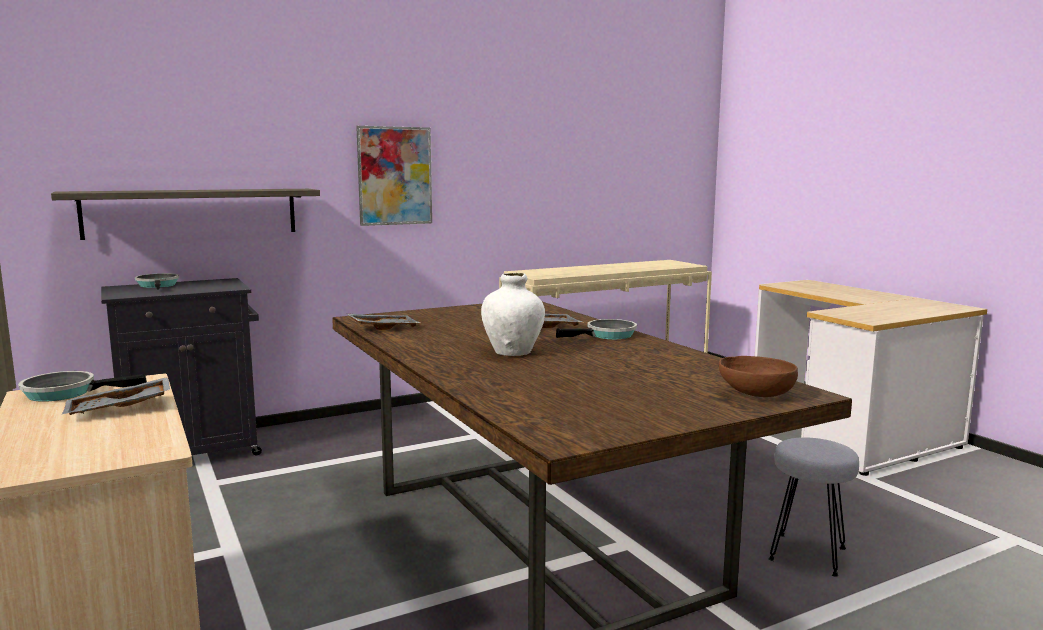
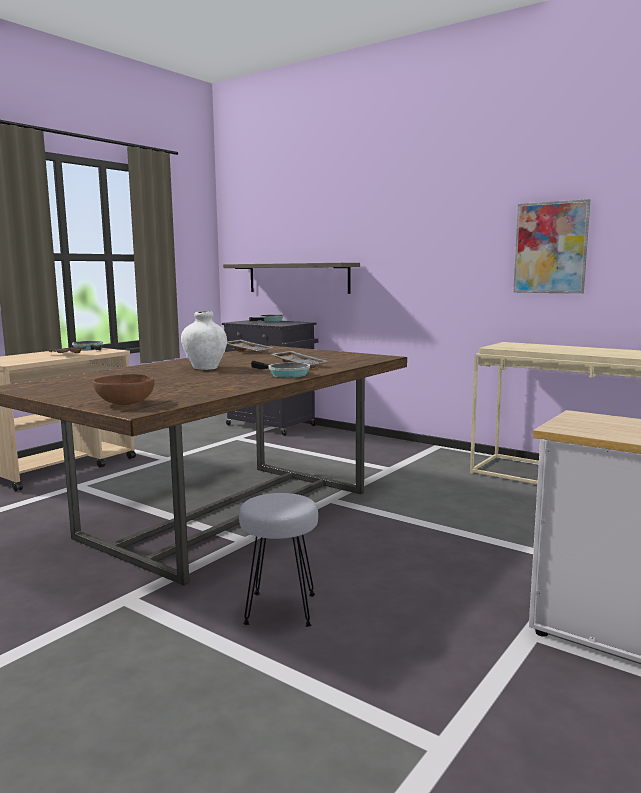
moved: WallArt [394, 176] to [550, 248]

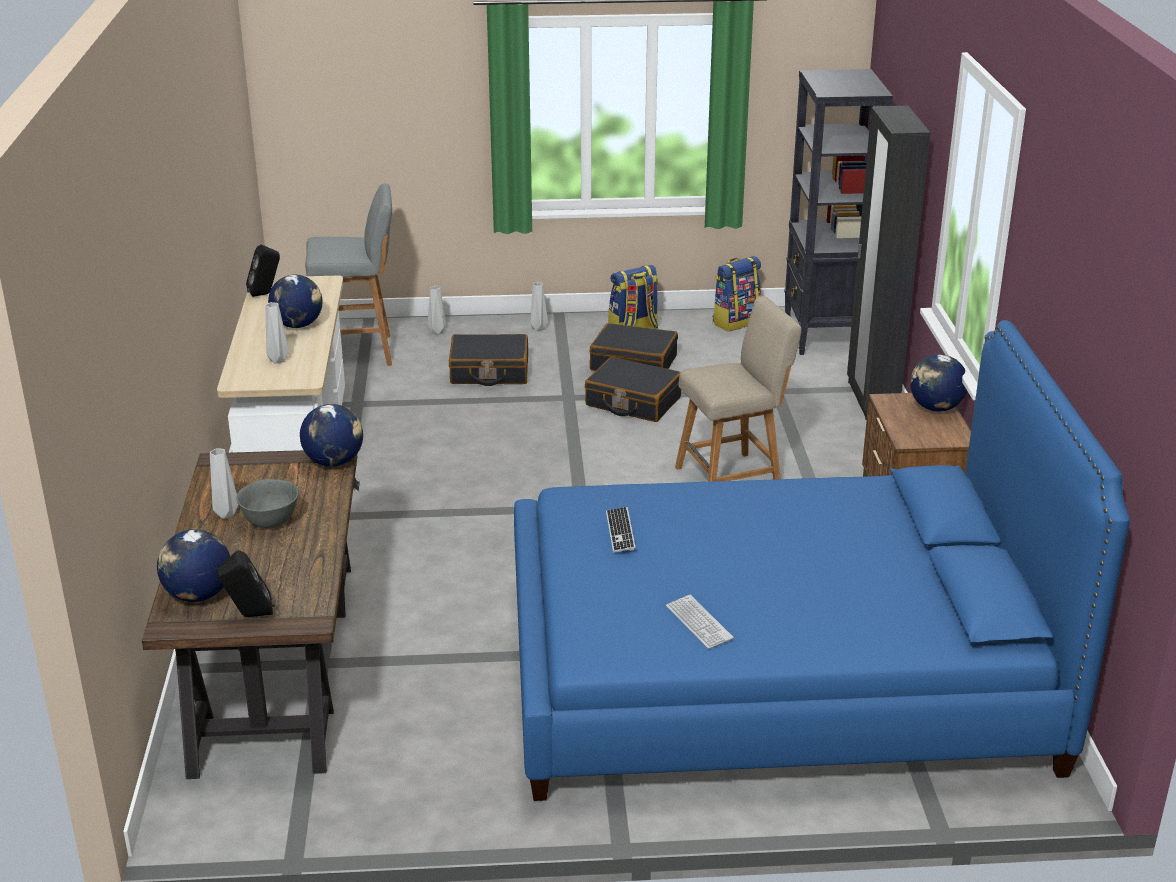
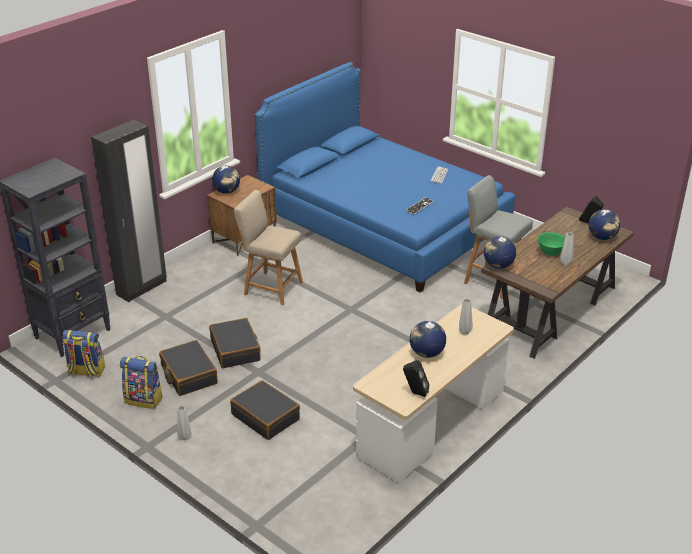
removed: GreyDecorativeVase [437, 332]
moved: GreyStoolSeat [358, 352] to [492, 280]
recoloured: GreyDeepDish [271, 521] to GreenColouredDeepDish [550, 252]

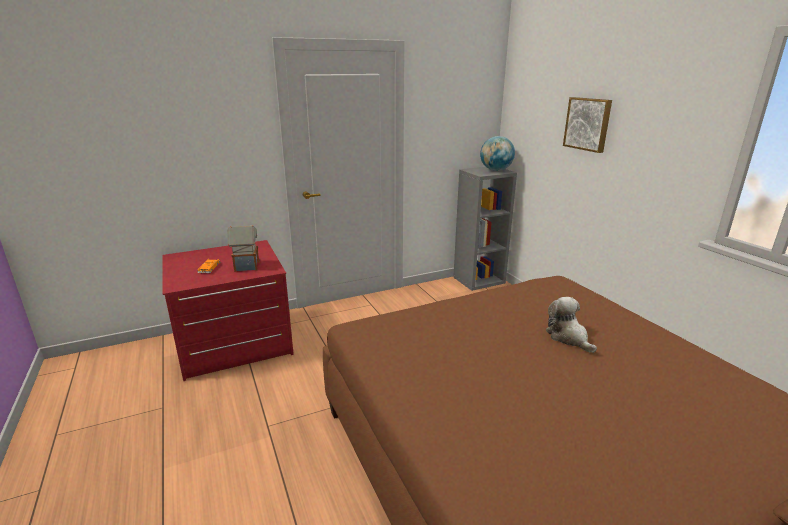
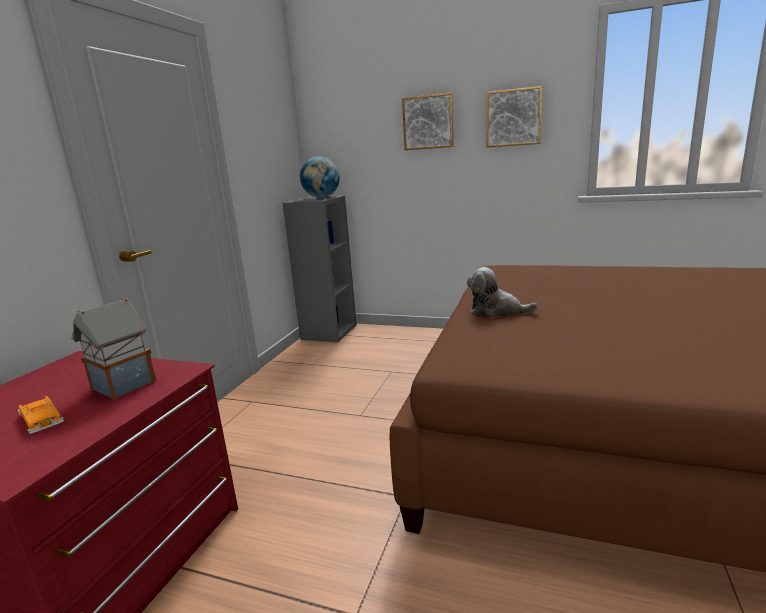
added: WallArt [513, 118]
moved: SoftToy [568, 337] to [496, 311]

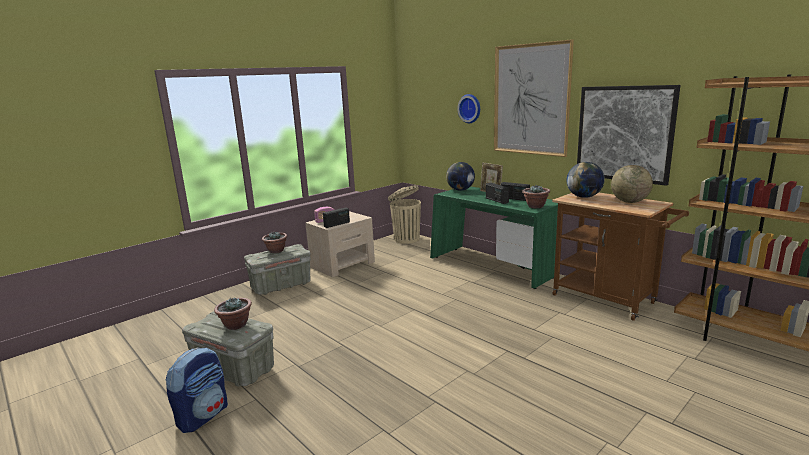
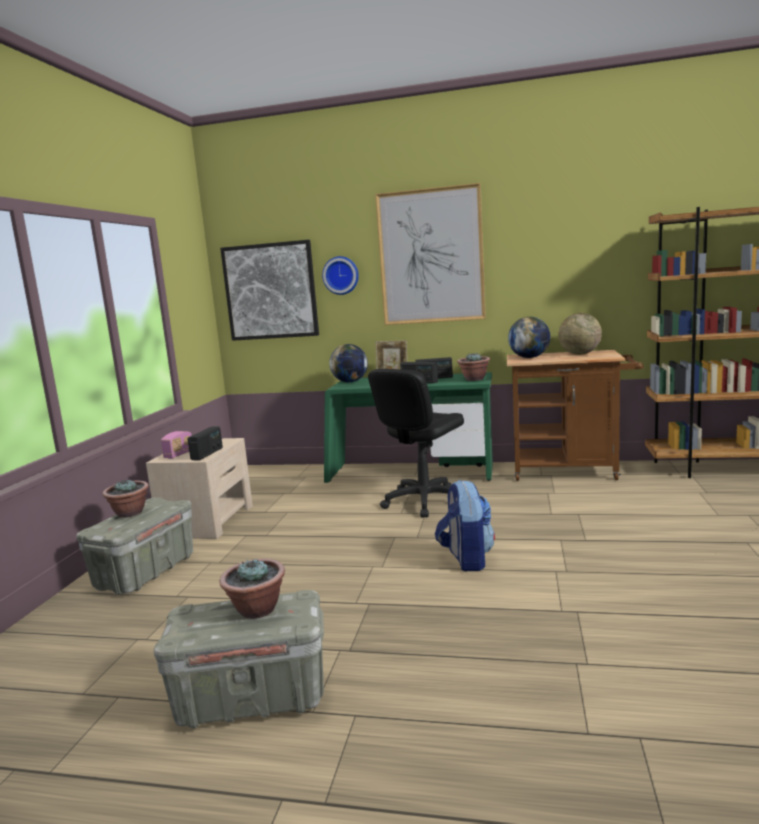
removed: BeigeTrashCan [406, 239]
added: BlackishDeskChair [424, 501]
moved: Knapsack [203, 415] to [466, 559]; WallArt [624, 133] to [270, 291]

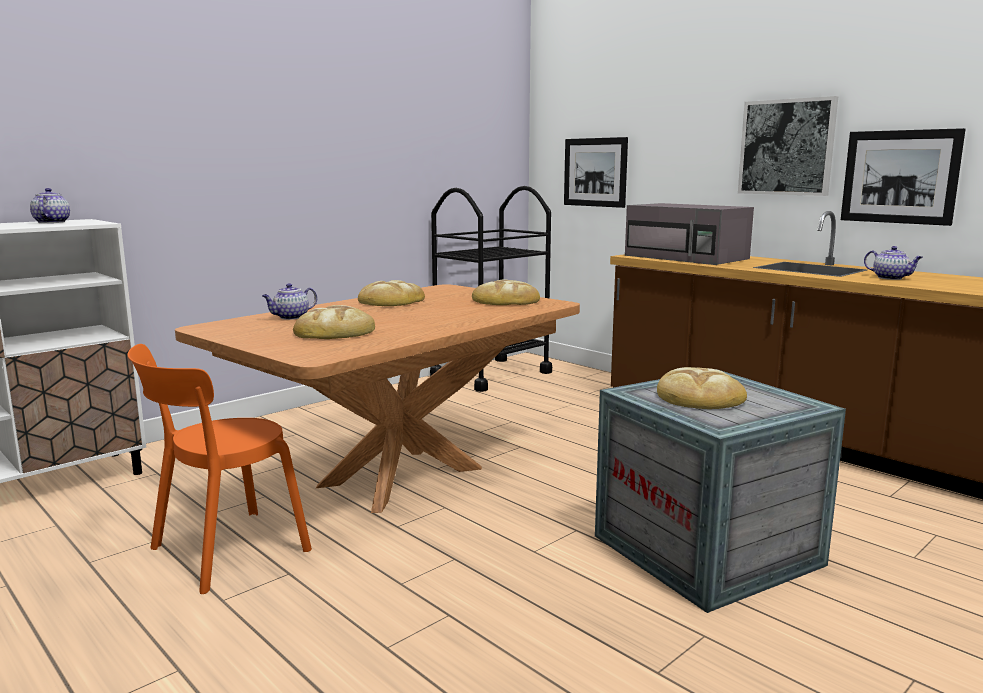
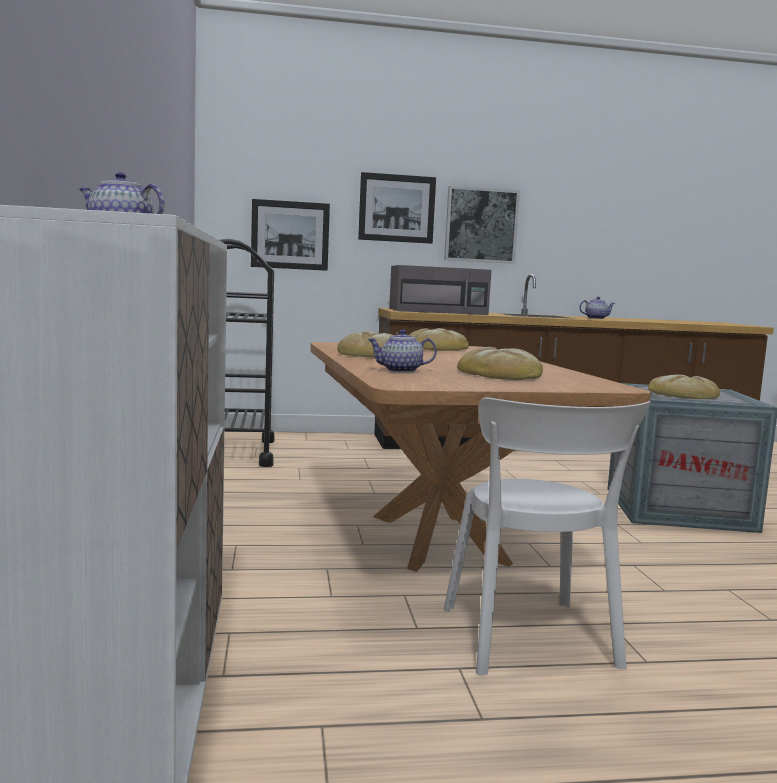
moved: WallArt [899, 177] to [397, 208]
recoloured: OrangeUprightChair [223, 551] to WhitishUprightChair [531, 640]
turned: Teapot [291, 317] = [400, 370] 90 degrees clockwise

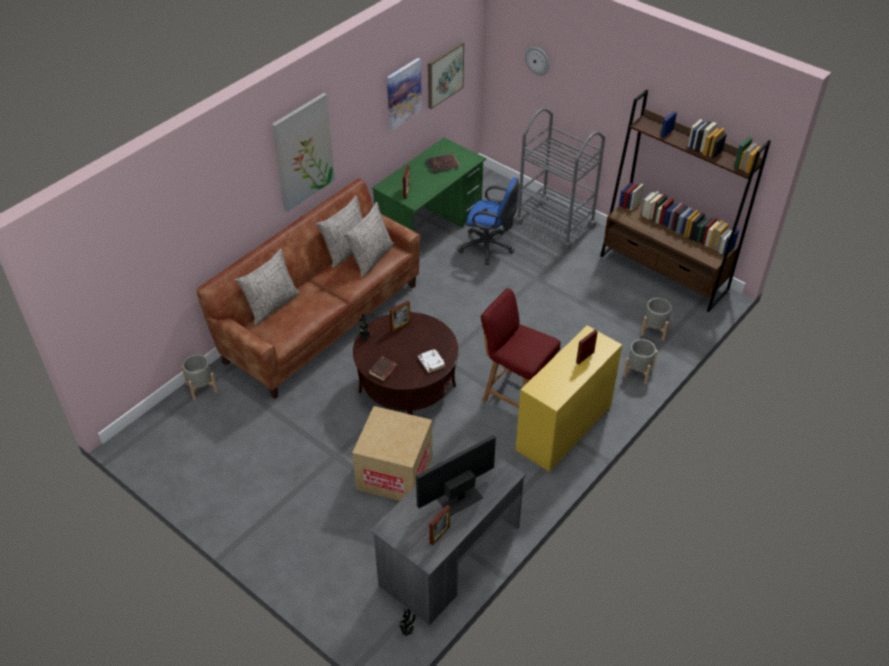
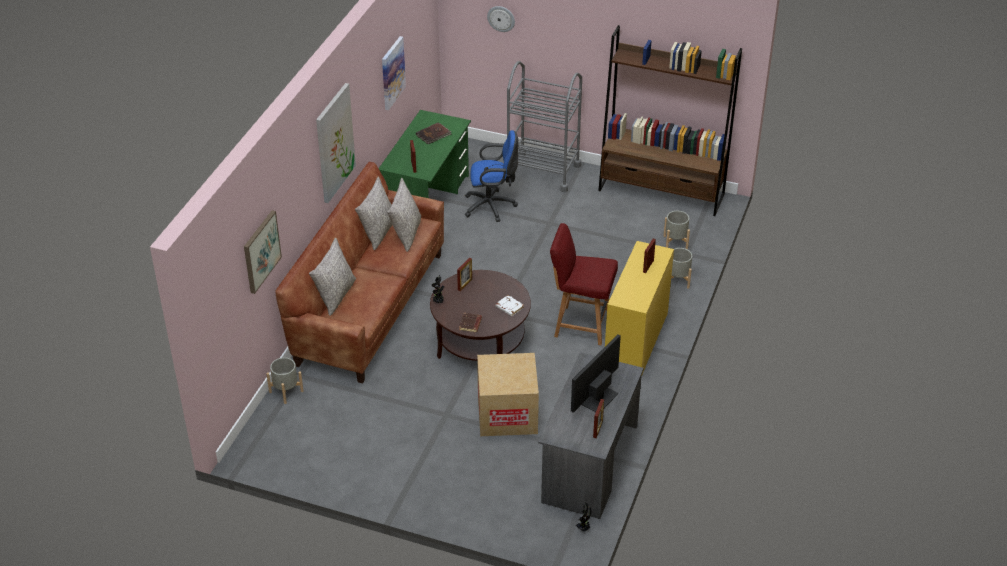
moved: WallArt [444, 75] to [261, 251]

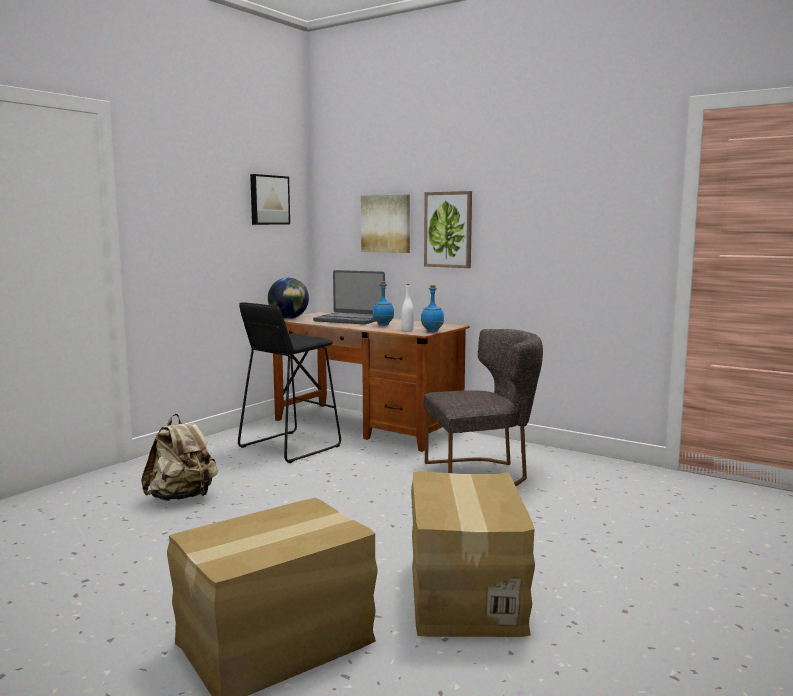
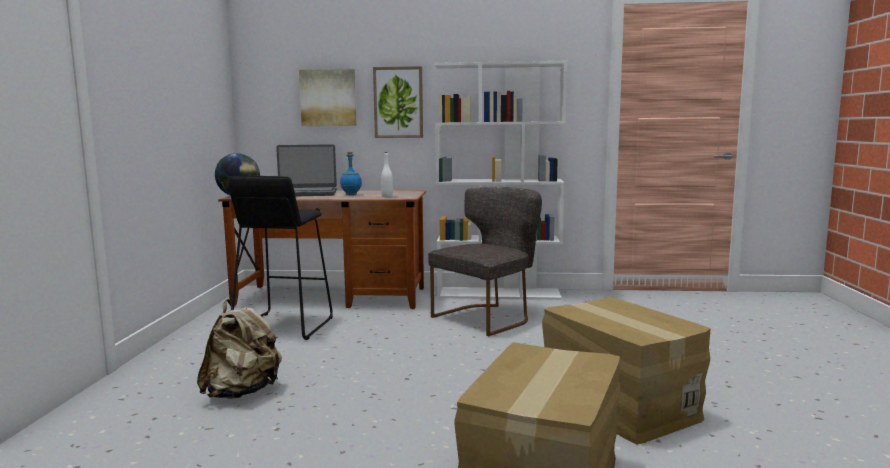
removed: WallArt [268, 200]; BluishBeverageBottle [432, 331]
added: WhitishBookshelf [499, 294]

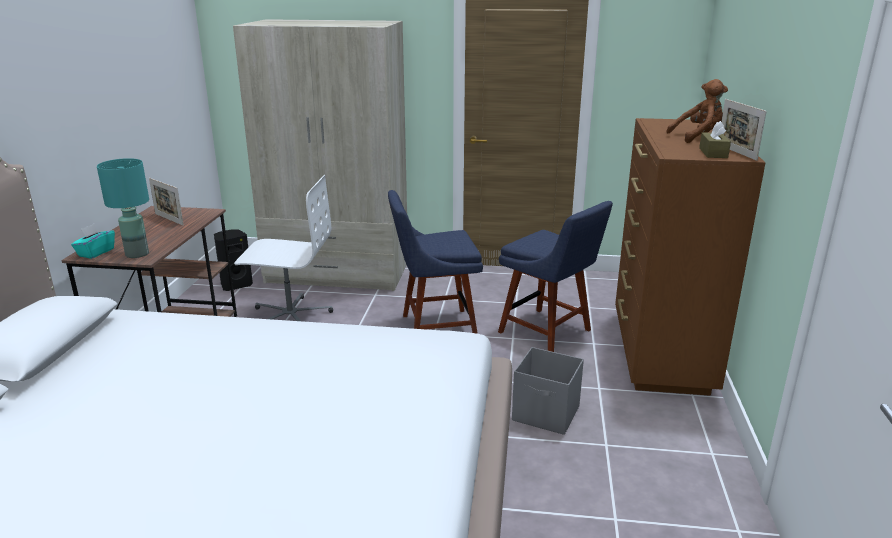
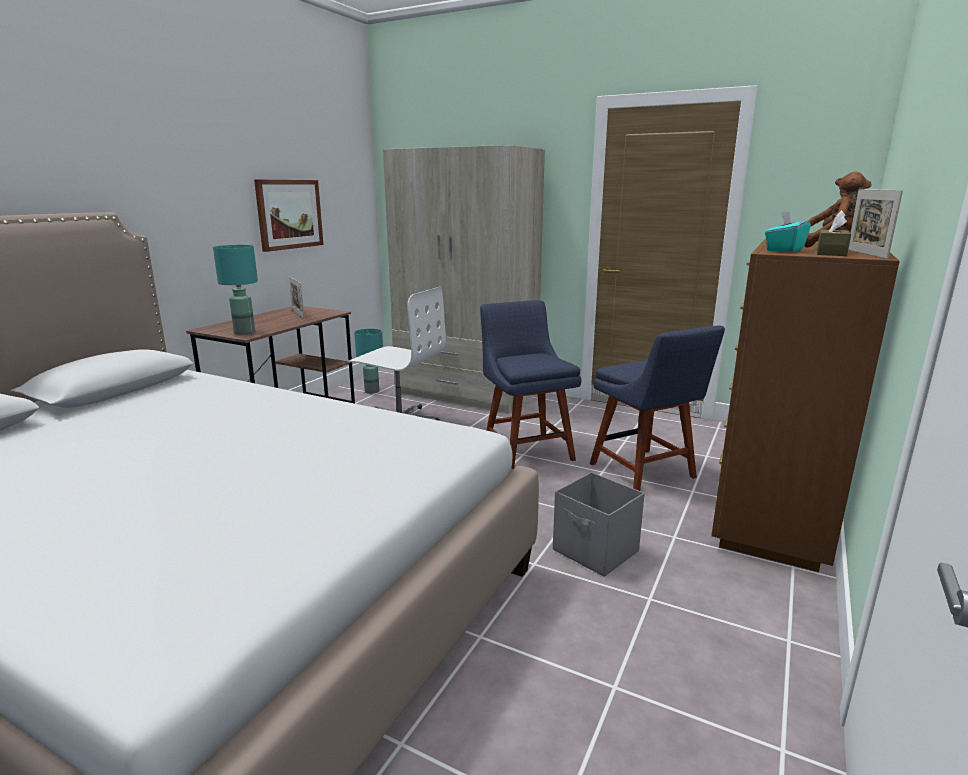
added: WallArt [289, 214]
moved: BlueGreenTissueHolder [96, 252] to [784, 250]
replaced: BlackishAudioSpeaker [235, 285] to BlueGreenLampForATable [372, 391]
turned: BluishUprightChair [434, 328] = [526, 450] 60 degrees clockwise

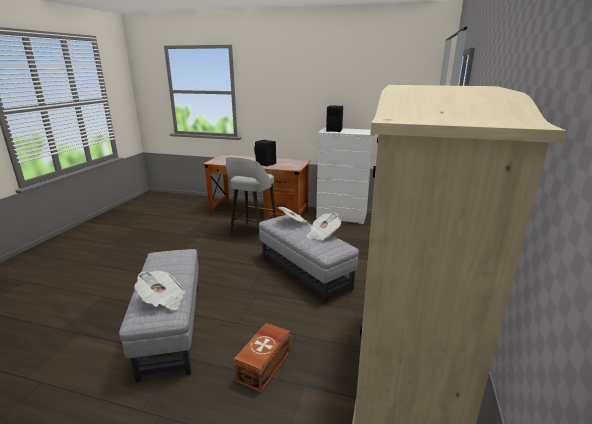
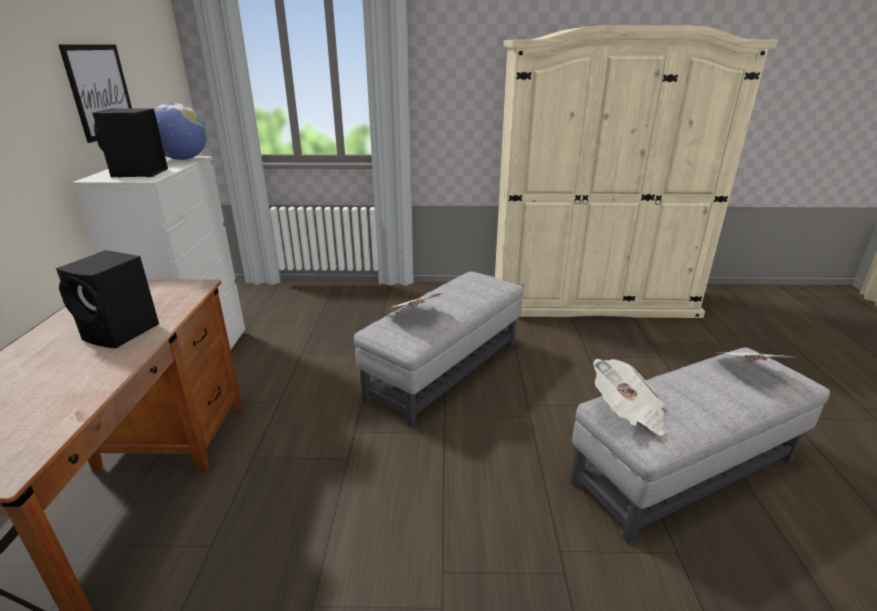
removed: GreyStoolSeat [253, 233]; BrownStorageBox [265, 366]
added: WallArt [100, 91]; Globe [183, 159]
moved: DailyPaper [323, 234] to [627, 413]

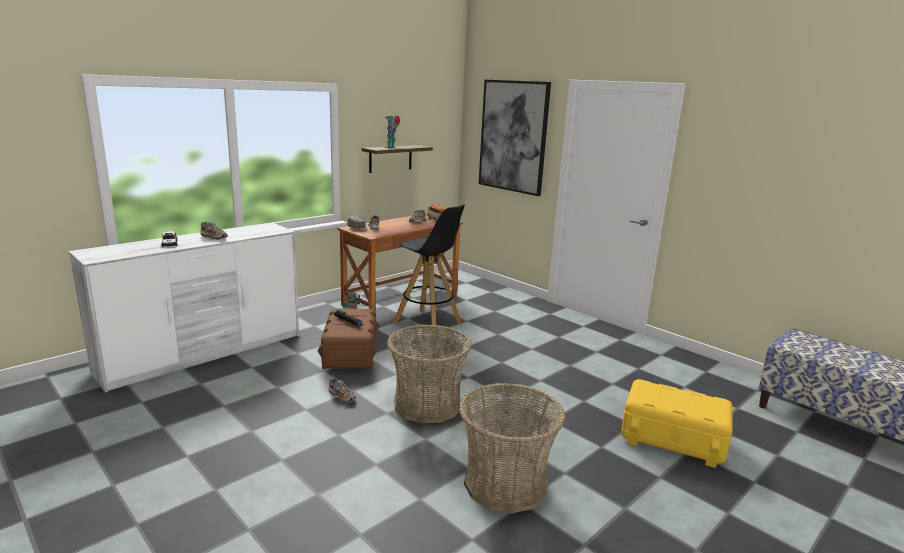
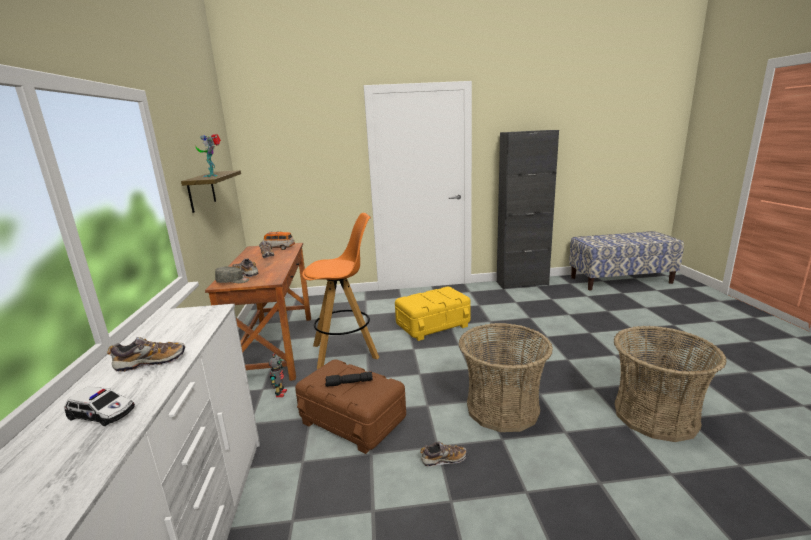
removed: WallArt [513, 136]
added: BlackishCupboard [522, 283]
moved: YellowStorageBox [672, 439] to [433, 325]
recoloured: BlackishStoolSeat [428, 323] to OrangeStoolSeat [346, 351]

